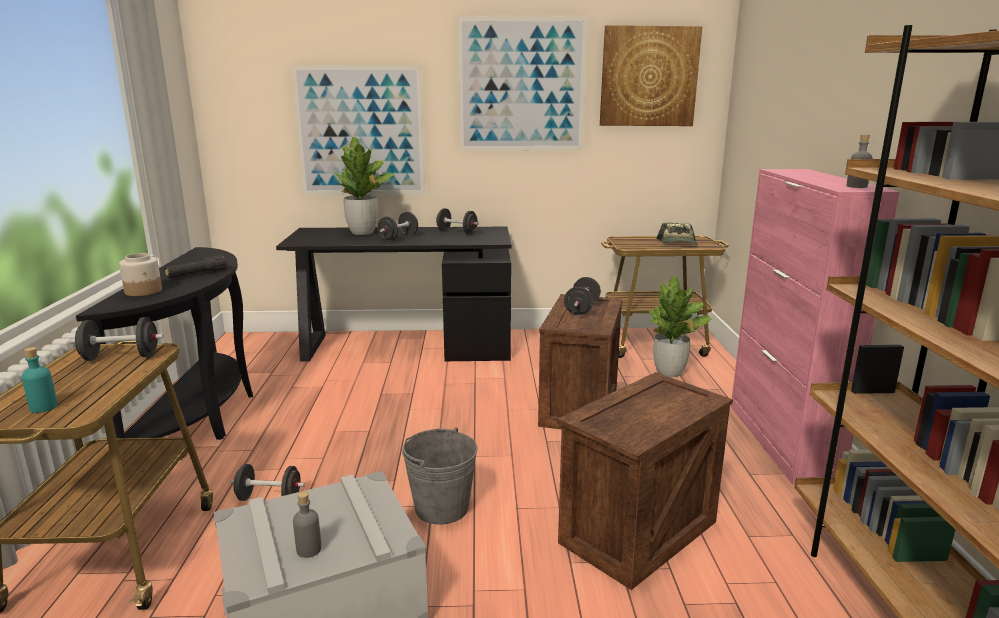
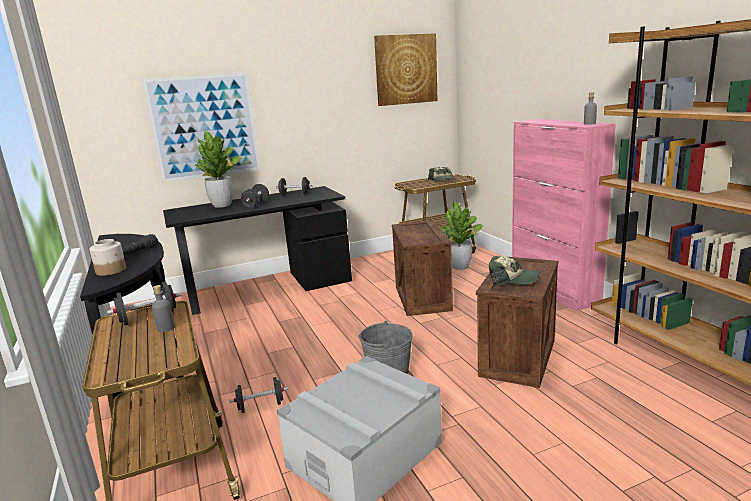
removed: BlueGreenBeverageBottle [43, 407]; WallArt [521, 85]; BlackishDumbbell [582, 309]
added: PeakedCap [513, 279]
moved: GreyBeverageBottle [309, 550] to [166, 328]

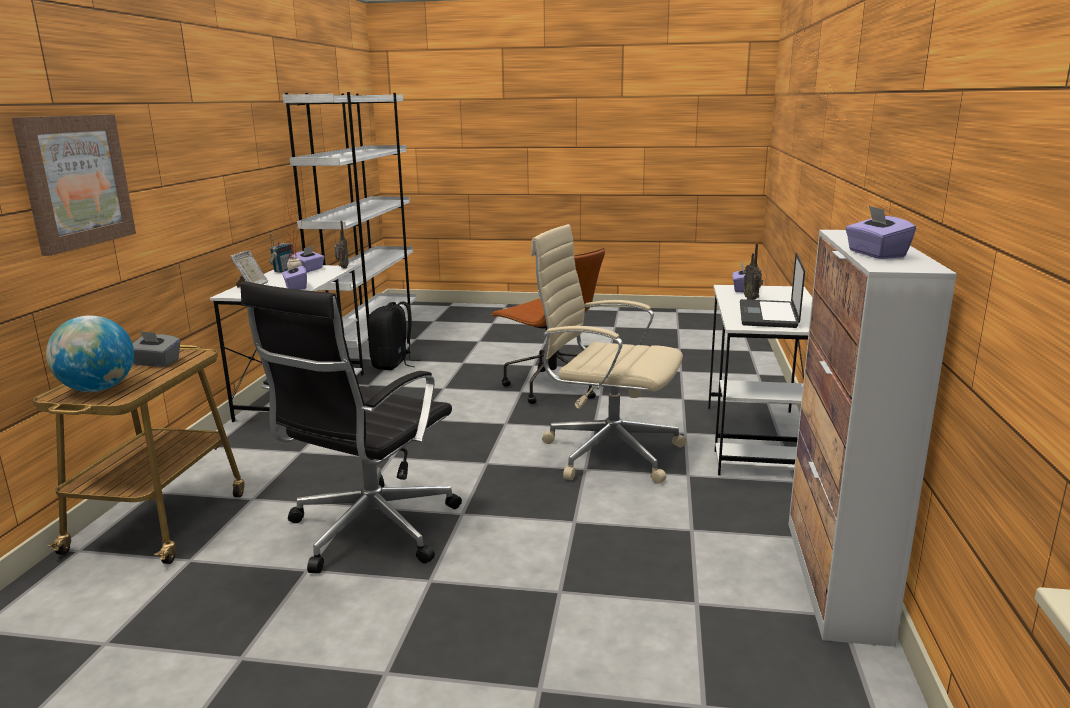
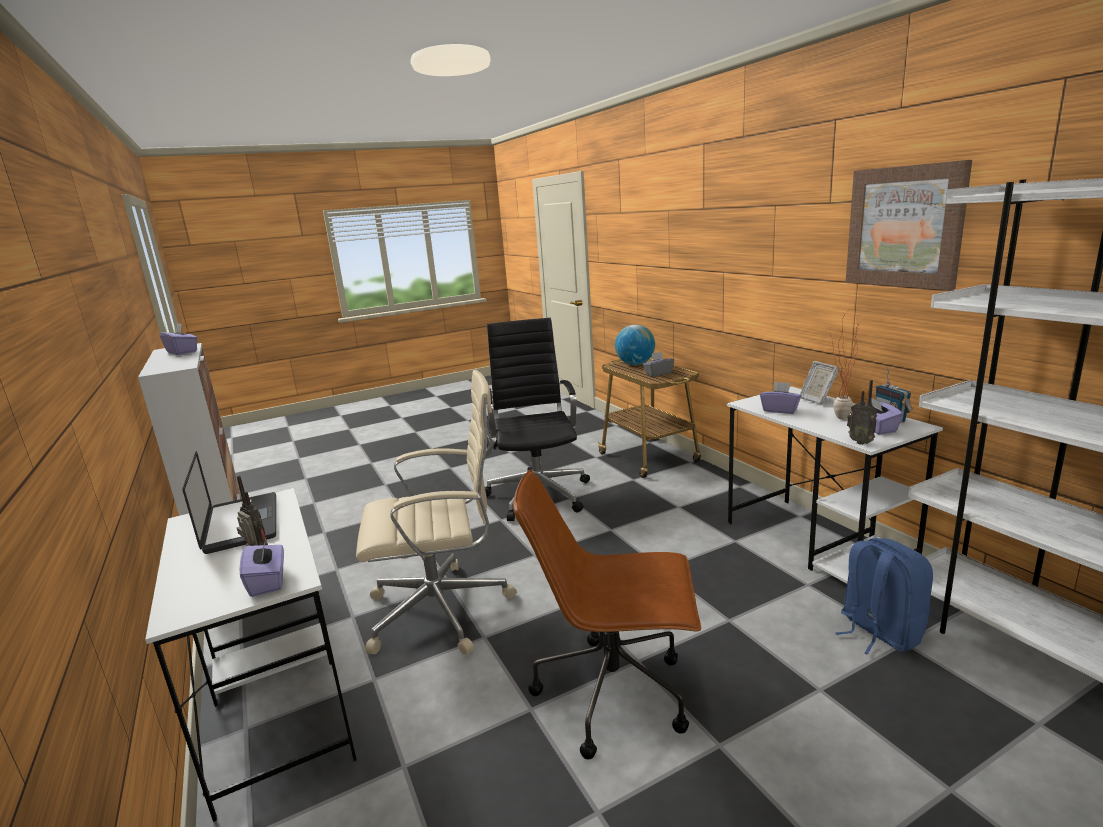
moved: WallArt [75, 181] to [905, 226]
recoloured: BlackishKnapsack [393, 364] to BluishKnapsack [878, 632]

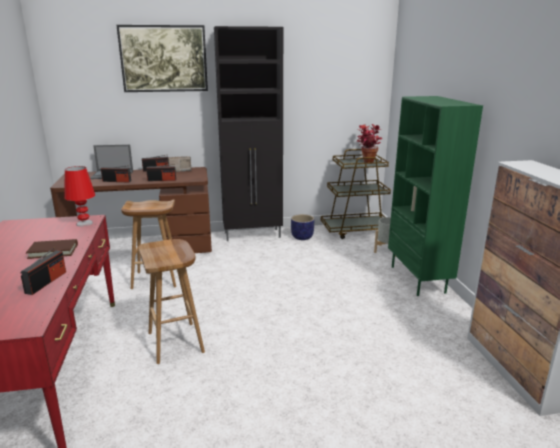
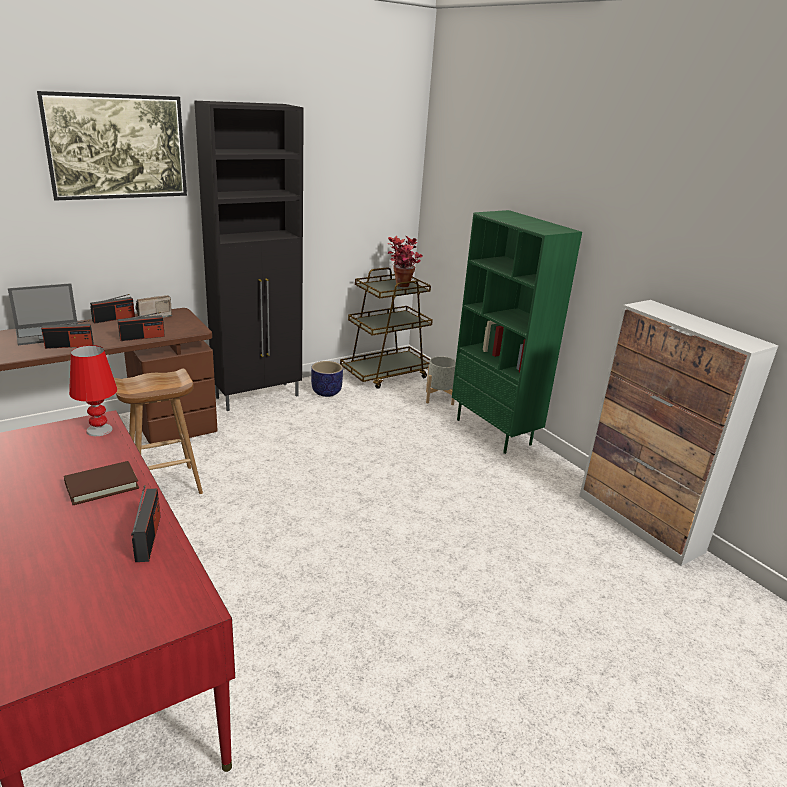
removed: BrownStoolSeat [176, 342]

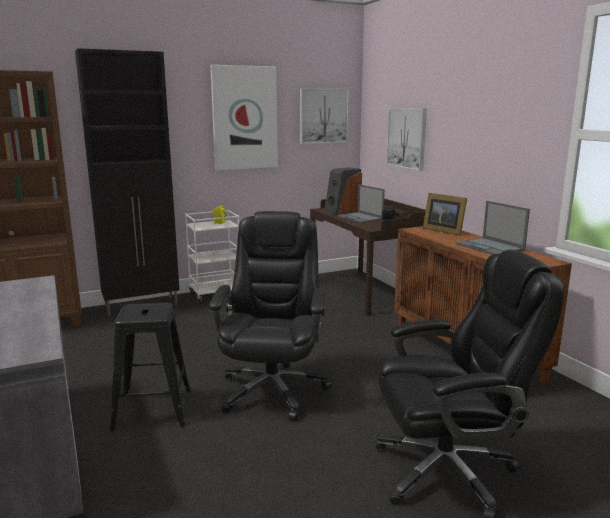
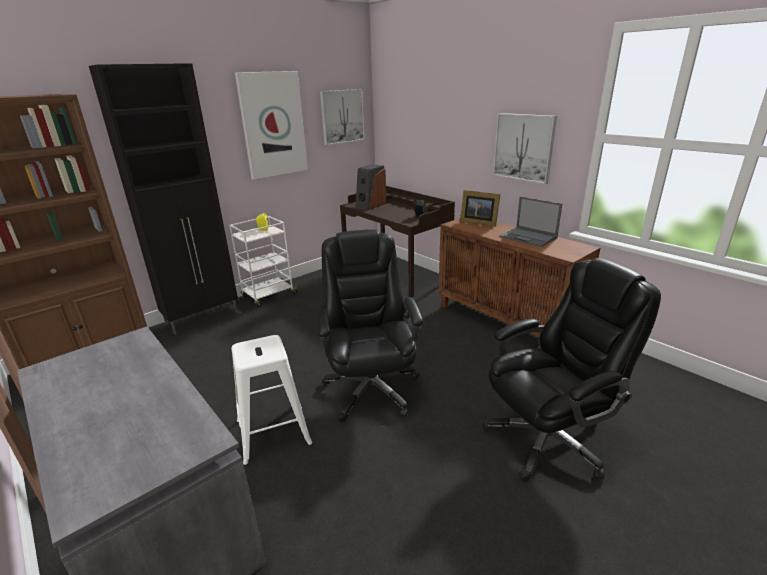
removed: Laptop [360, 218]
moved: WallArt [407, 138] to [523, 147]
recoloured: BlackishStoolSeat [153, 409] to WhitishStoolSeat [274, 432]

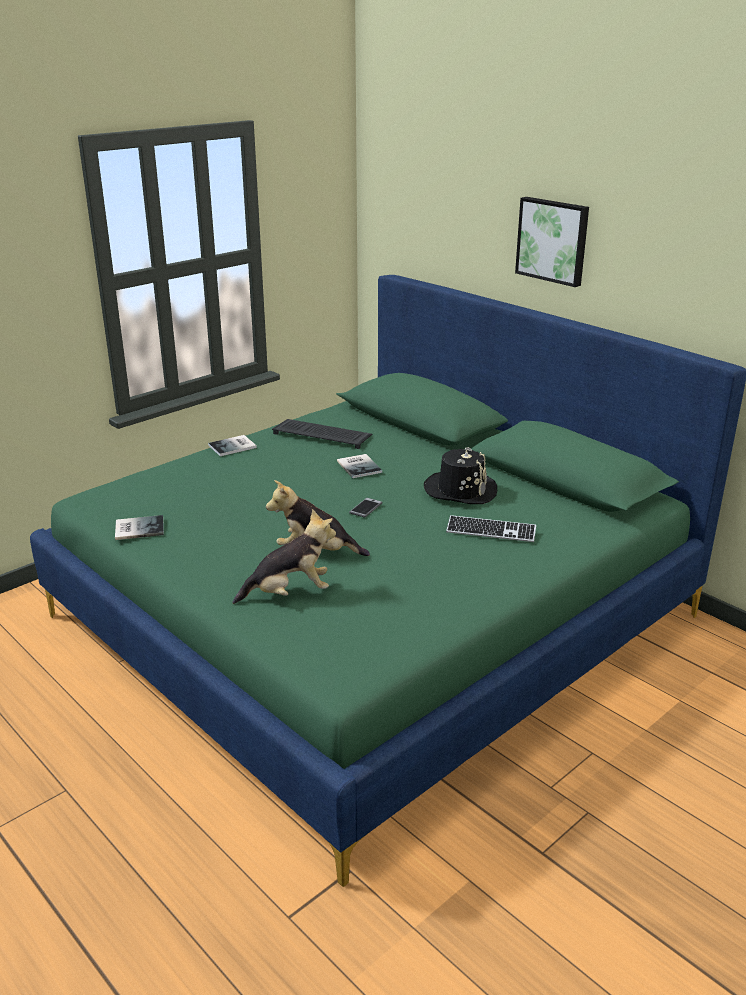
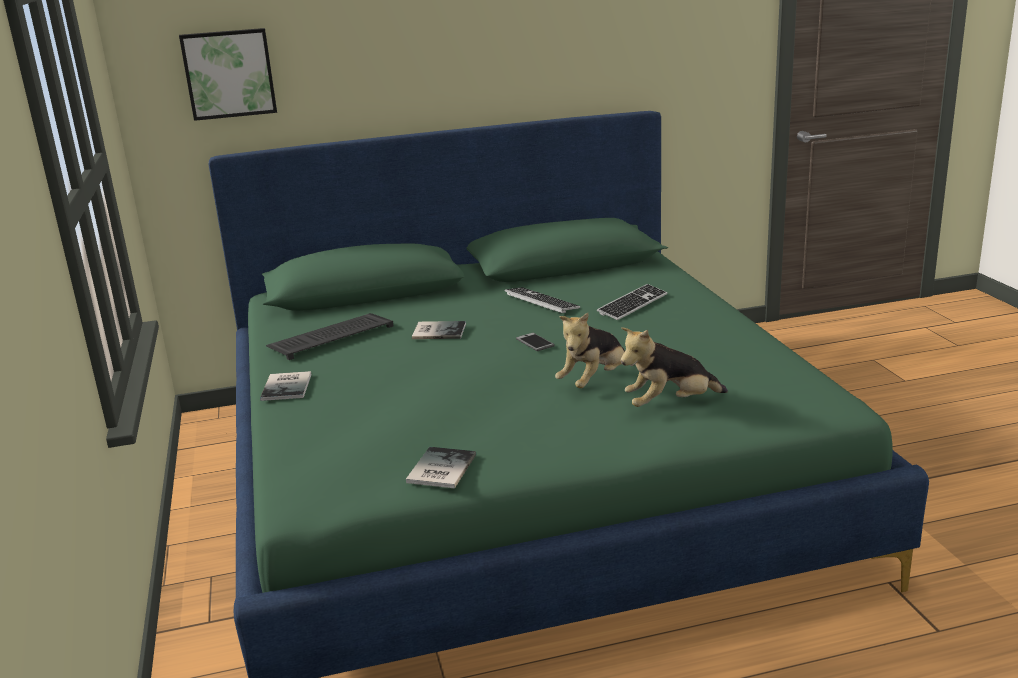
moved: WallArt [553, 240] to [229, 73]
replaced: BlackishWearableHat [460, 490] to PcKeyboard [541, 301]
turned: SoftToy [289, 593] = [670, 404] 120 degrees counterclockwise

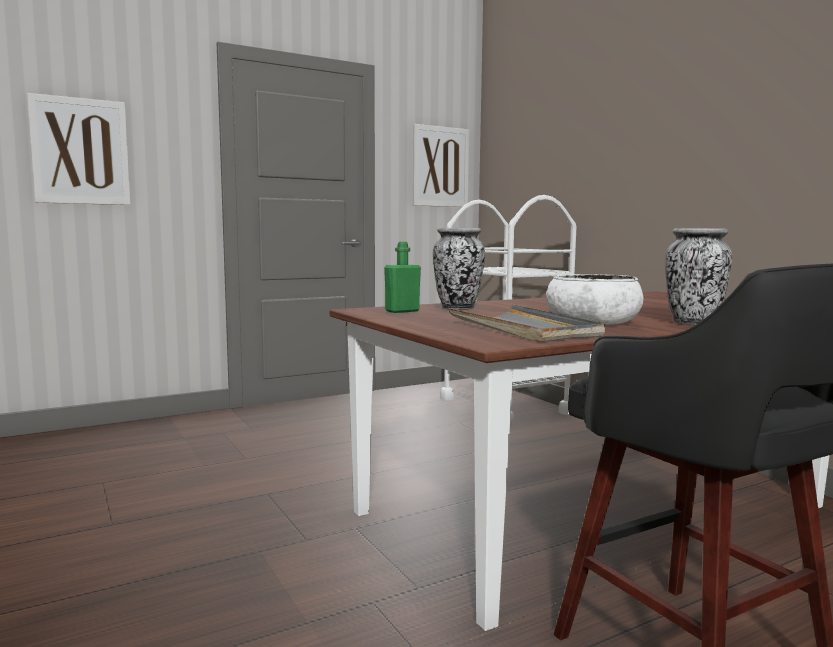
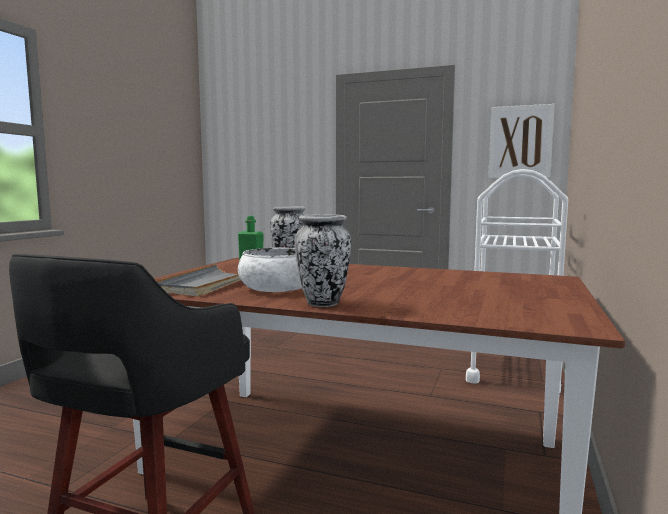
removed: WallArt [80, 151]

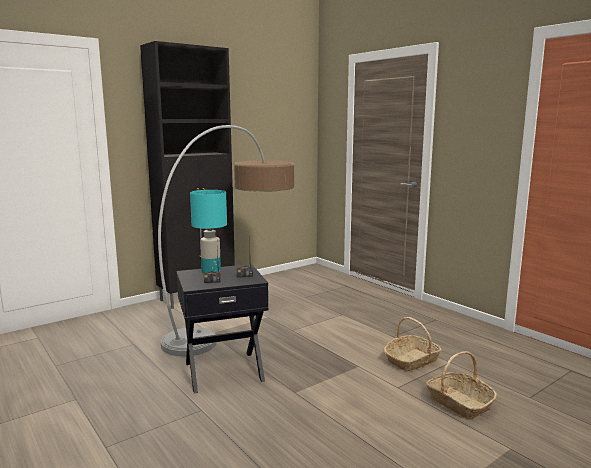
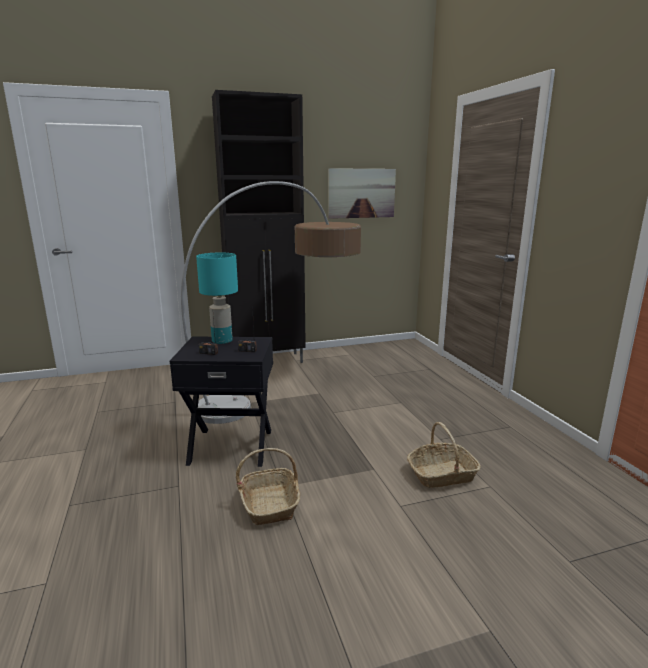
added: WallArt [361, 193]
moved: Basket [459, 402] to [270, 503]

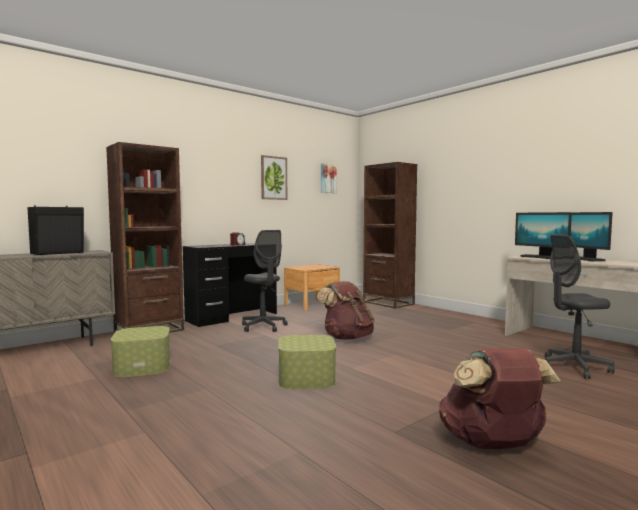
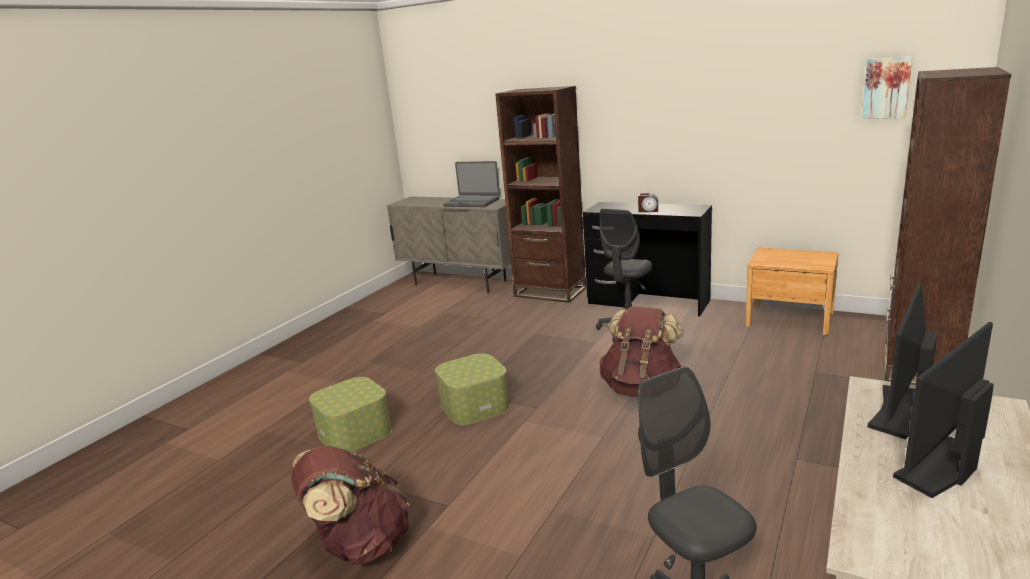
removed: WallArt [273, 178]
moved: StorageBox [142, 366] to [354, 432]
replaced: BlackishAudioSpeaker [58, 253] to Laptop [472, 202]

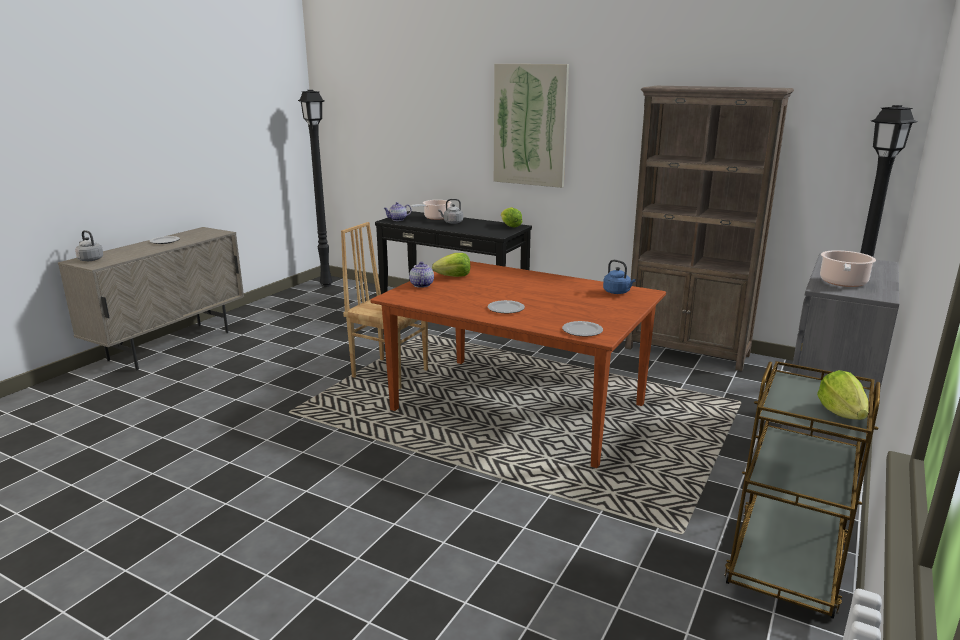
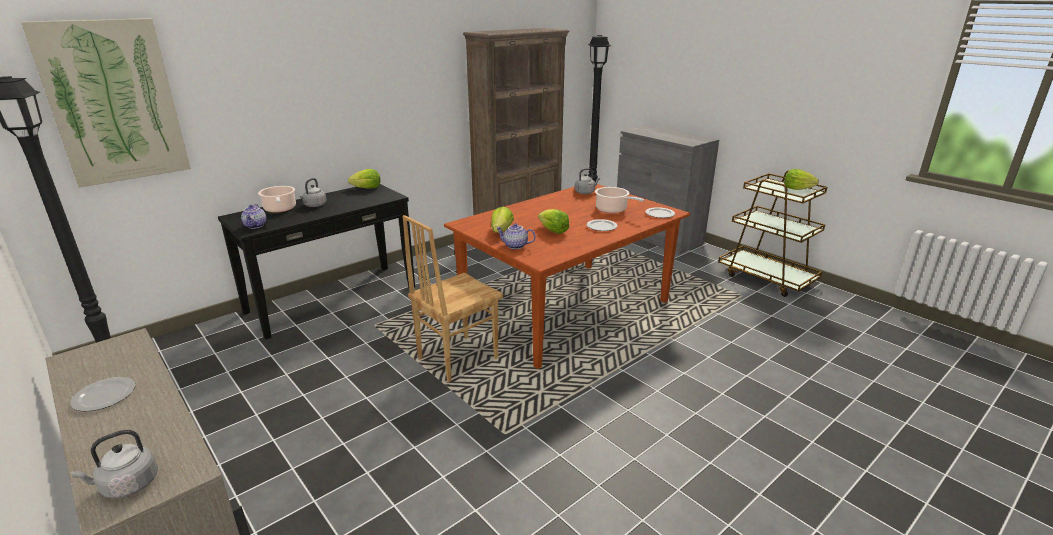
added: HeadOfLettuce [553, 231]
moved: WallArt [530, 125] to [114, 102]; Stockpot [843, 283] to [613, 210]
recoloured: BluishWaterKettle [617, 292] to GreyWaterKettle [585, 192]

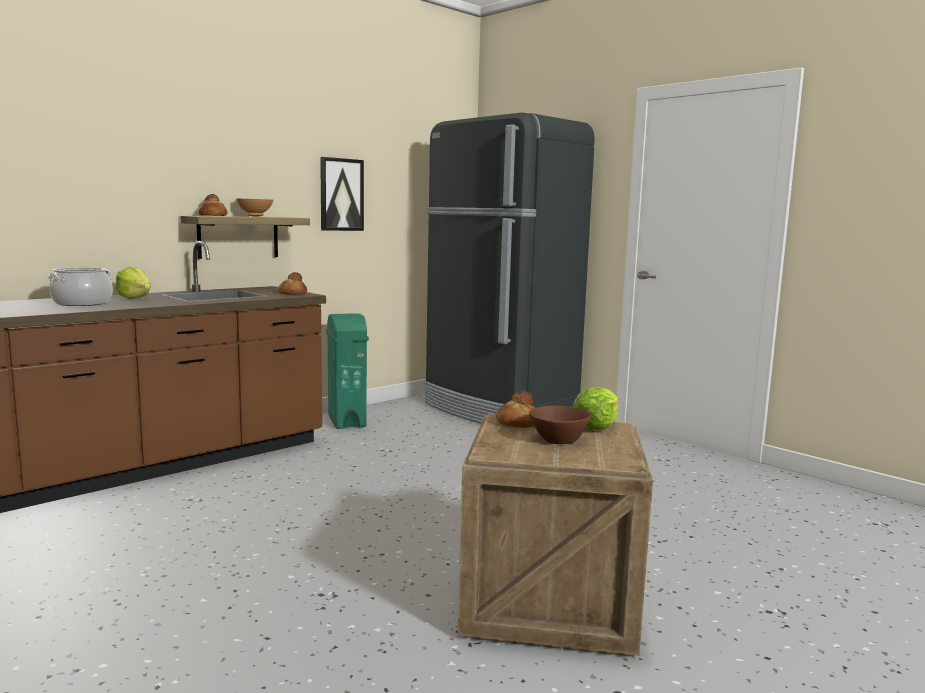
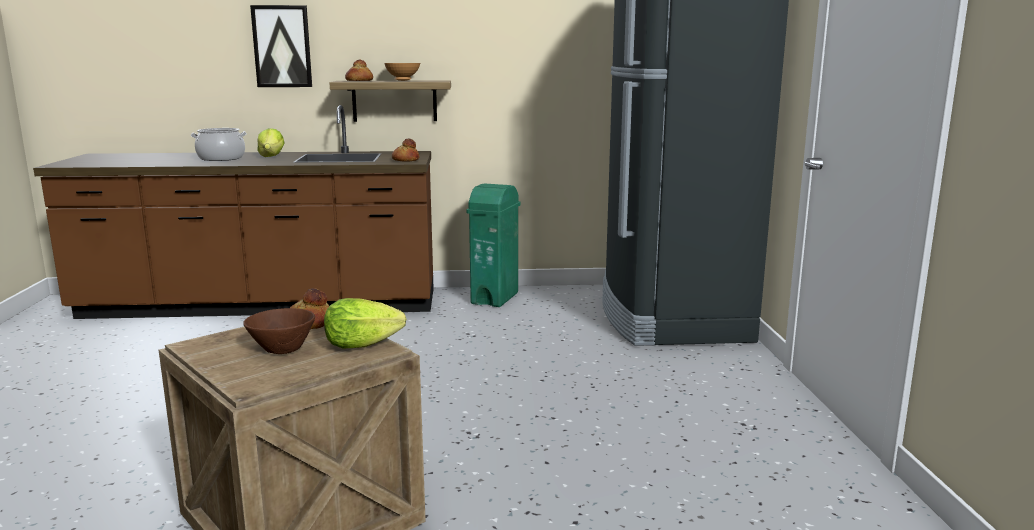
moved: WallArt [341, 194] to [282, 46]

